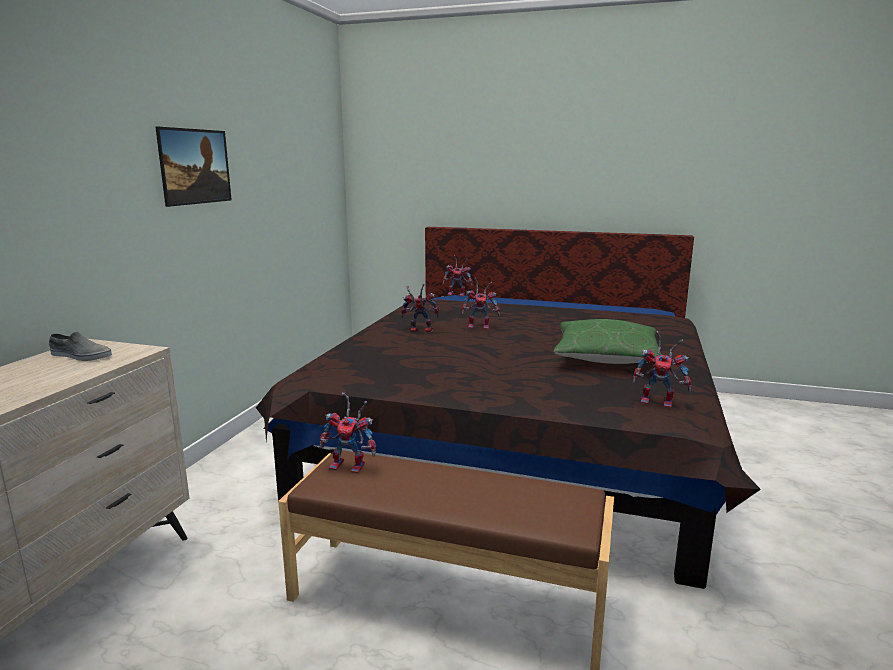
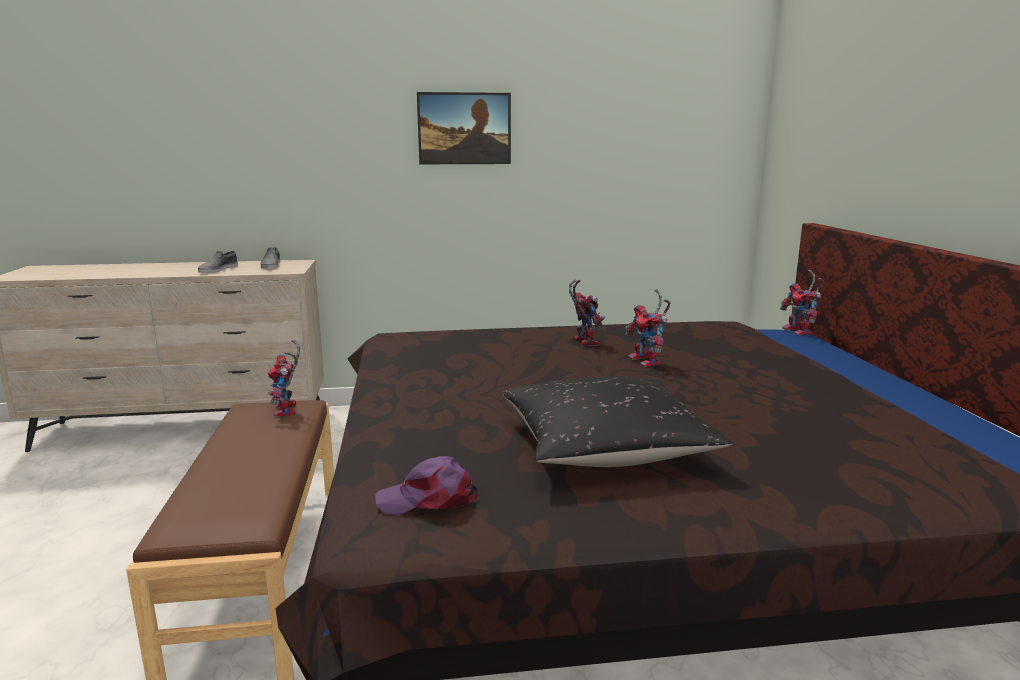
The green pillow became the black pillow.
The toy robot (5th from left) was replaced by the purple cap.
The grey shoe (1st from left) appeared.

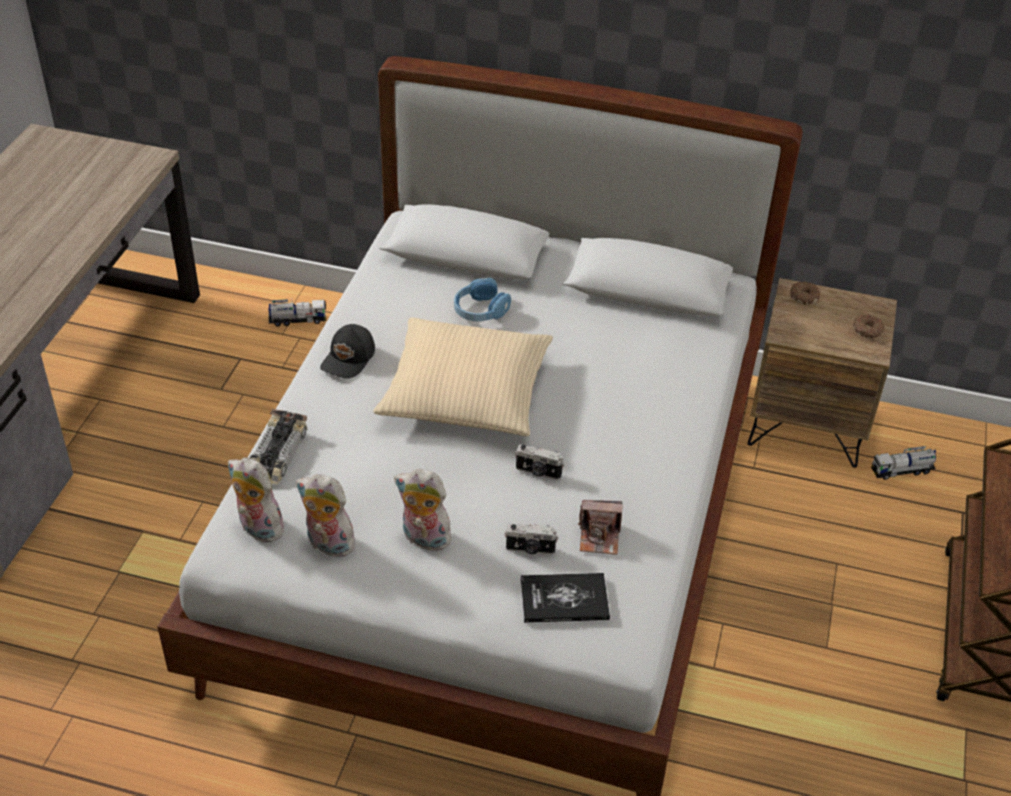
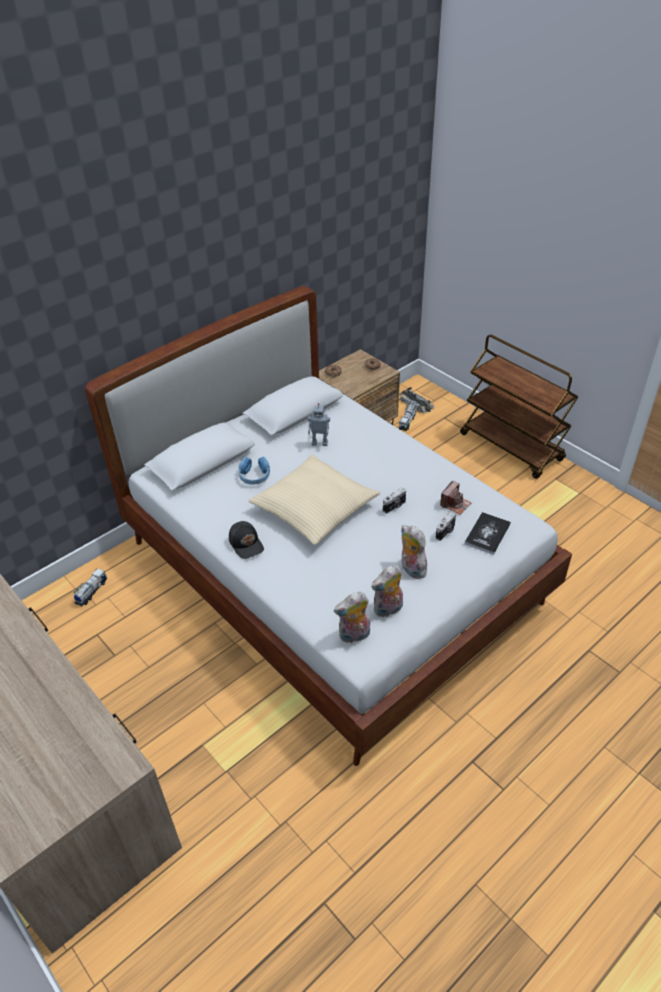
The toy car moved.
The plush toy (3rd from left) turned 90 degrees clockwise.
The toy robot appeared.

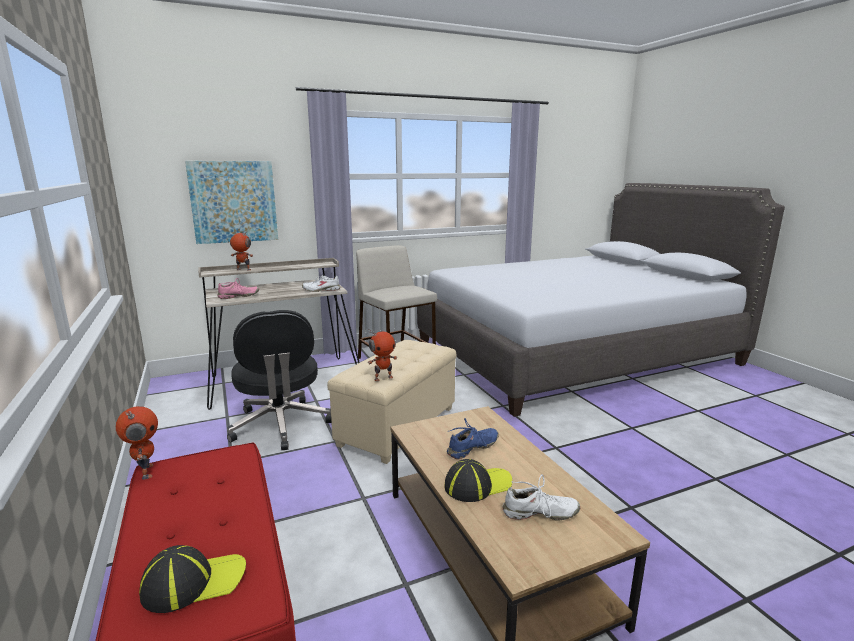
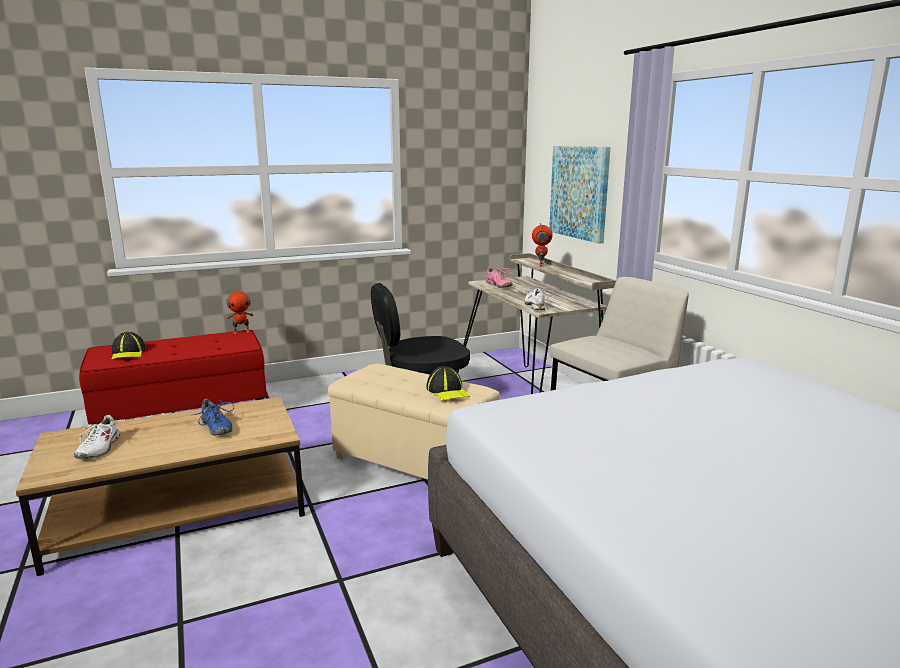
The toy robot (3rd from left) disappeared.
The cap (2nd from left) moved.

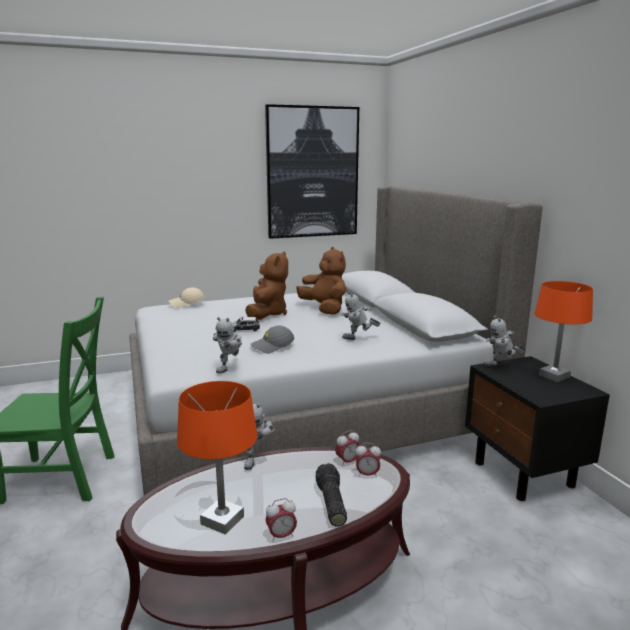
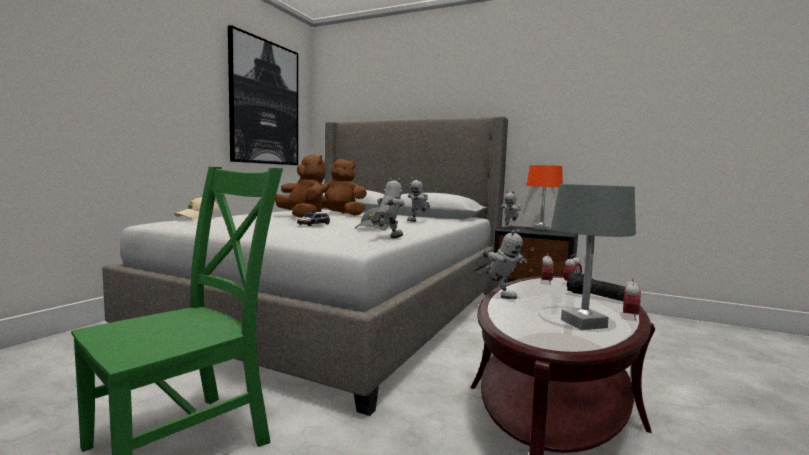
The toy robot (1st from left) turned 120 degrees counterclockwise.
The orange table lamp (1st from left) became the grey table lamp.

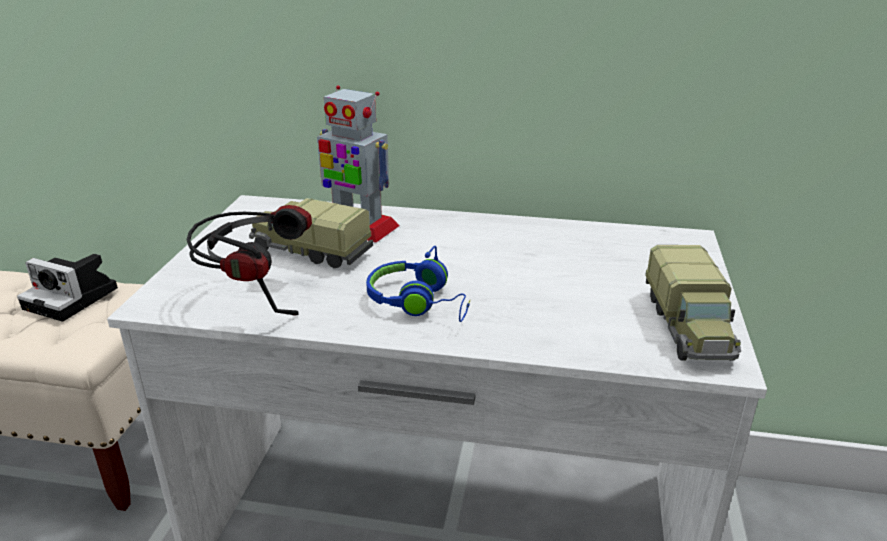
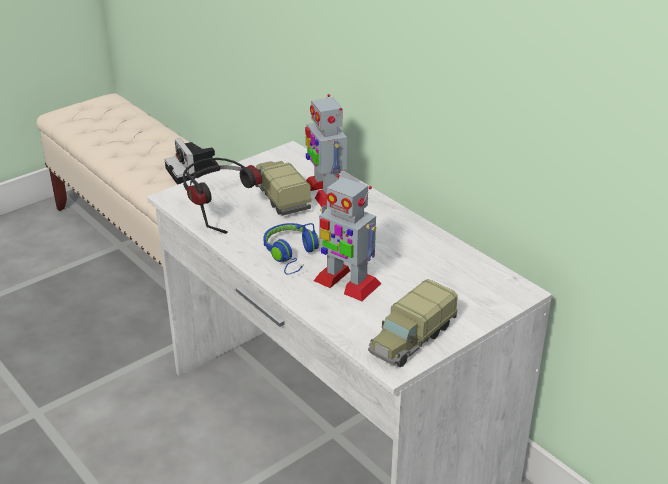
The toy robot (2nd from left) appeared.

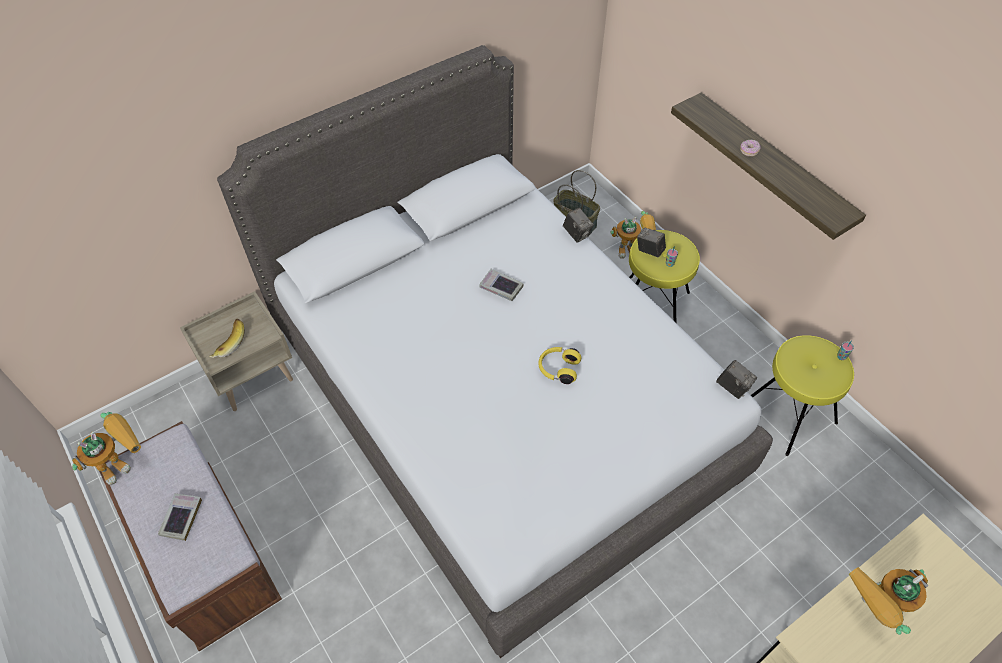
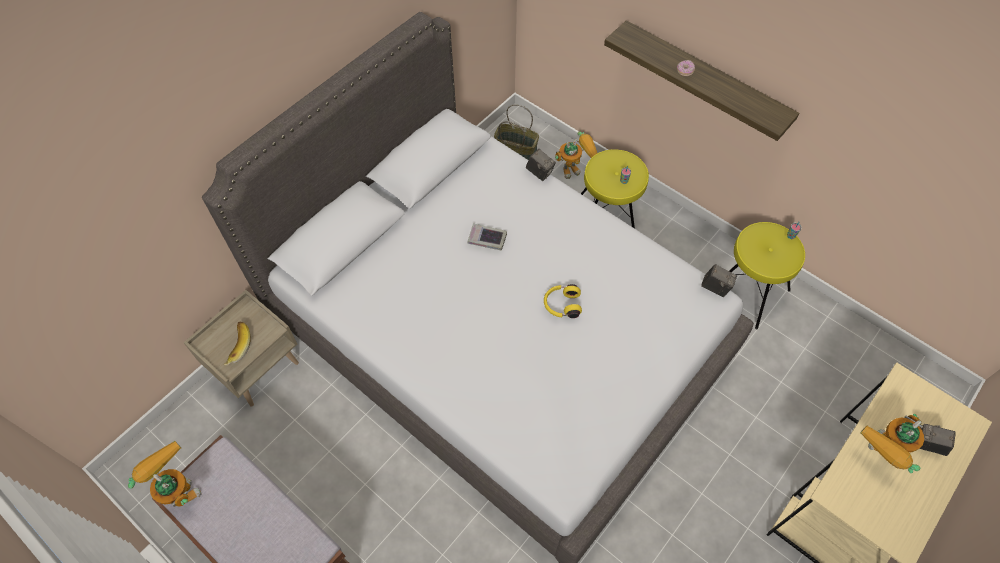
The photo camera (2nd from left in the first image) moved.
The toy robot (1st from left) turned 75 degrees counterclockwise.
The book (1st from left) disappeared.

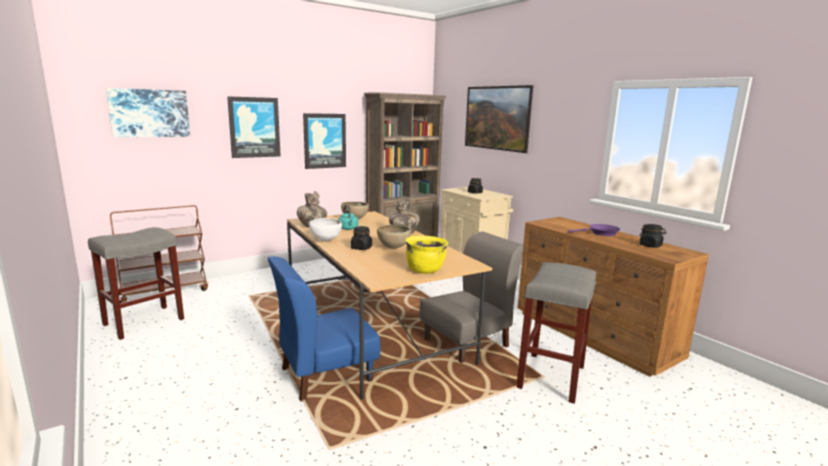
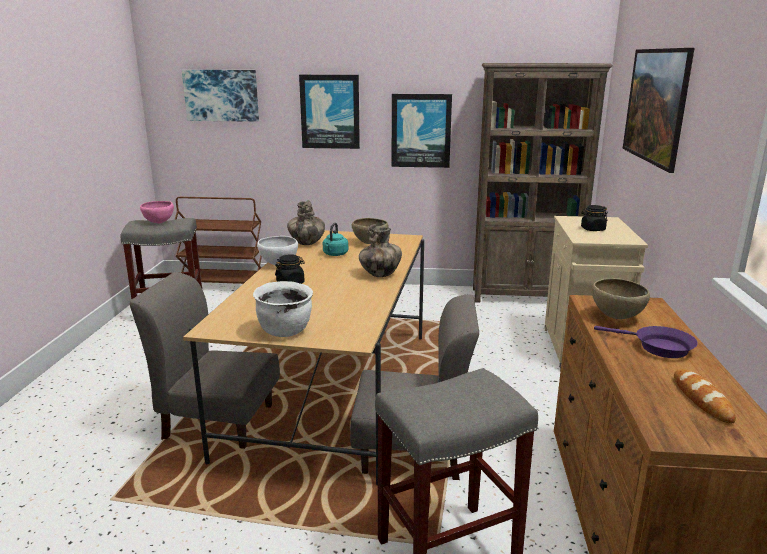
The black jar (3rd from left) was replaced by the bread.
The brown bowl (2nd from left) moved.
The yellow cooking pot became the white cooking pot.
The blue chair became the grey chair (1st from left).
The pink bowl appeared.

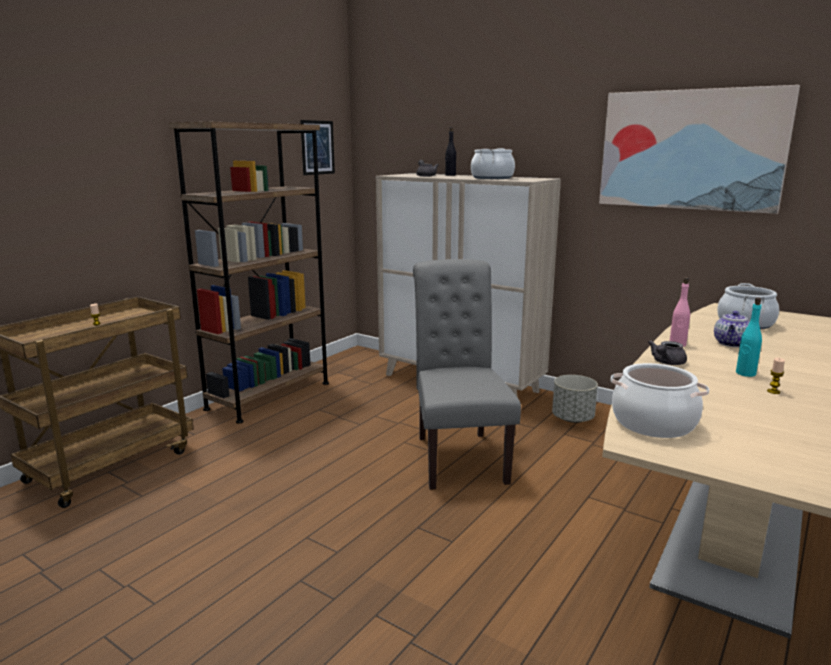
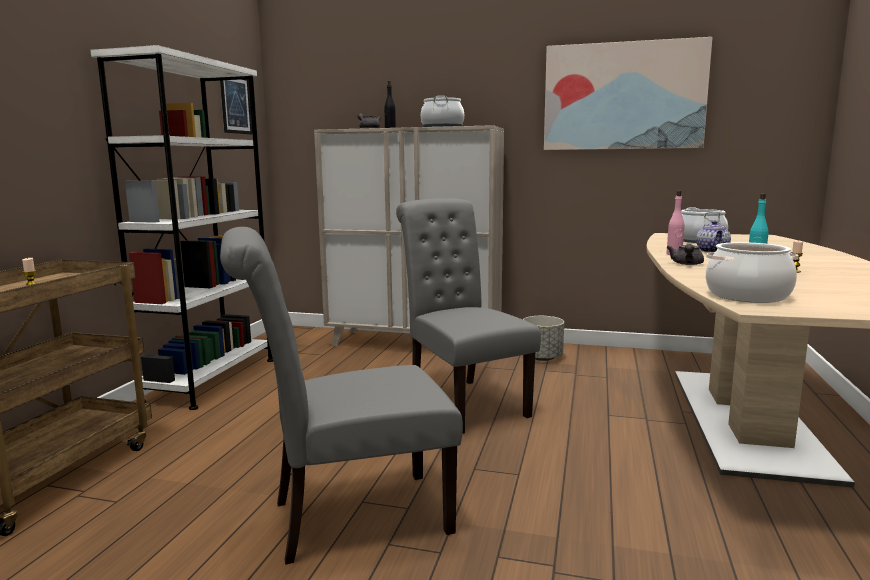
The brown bookcase became the white bookcase.
The grey chair (1st from left) appeared.

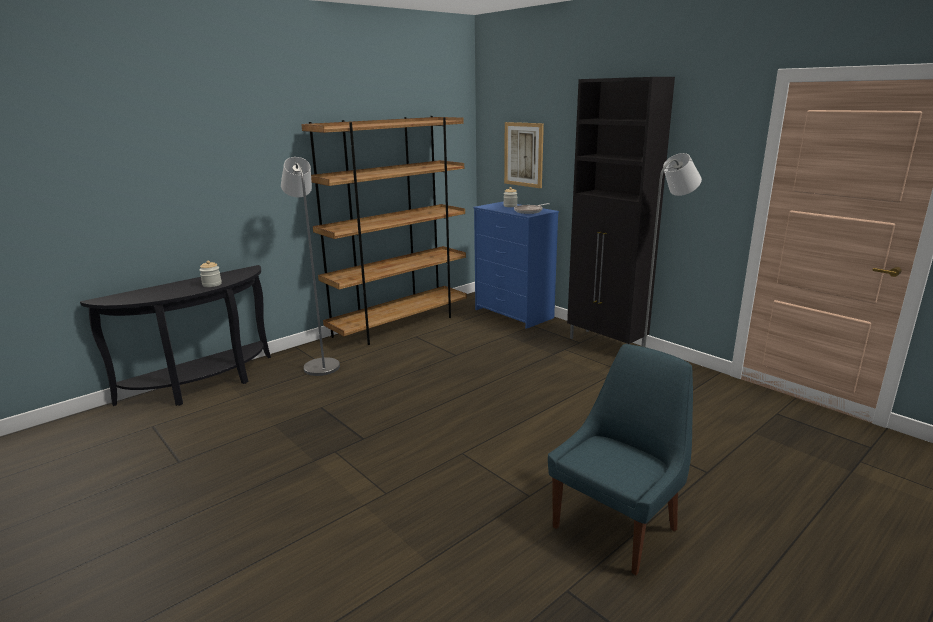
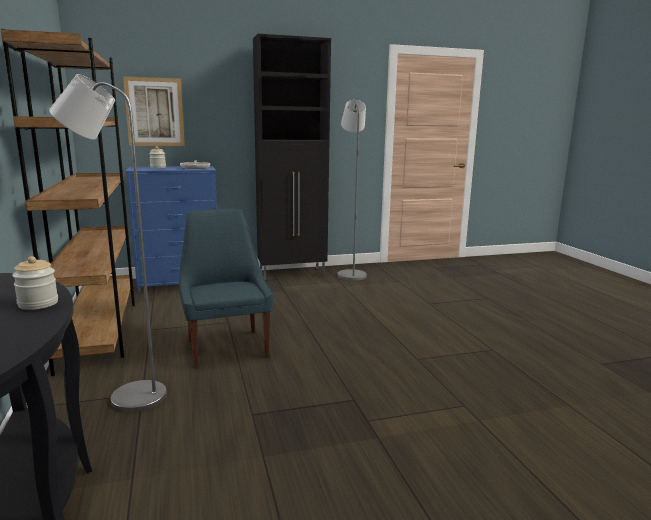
The blue chair moved.

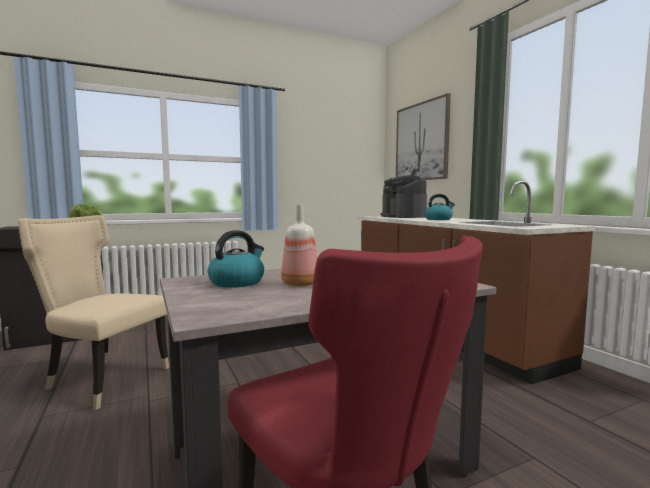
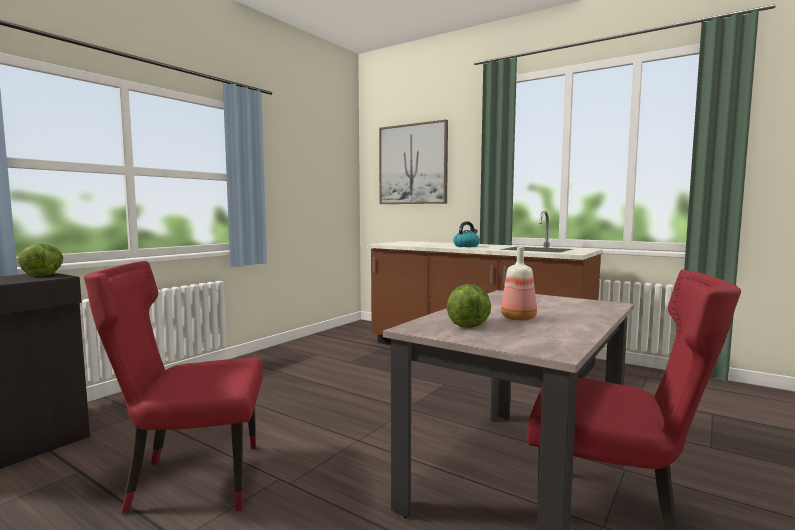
The coffee machine disappeared.
The beige chair became the red chair (1st from left).
The kettle (1st from left) was replaced by the lettuce (2nd from left).

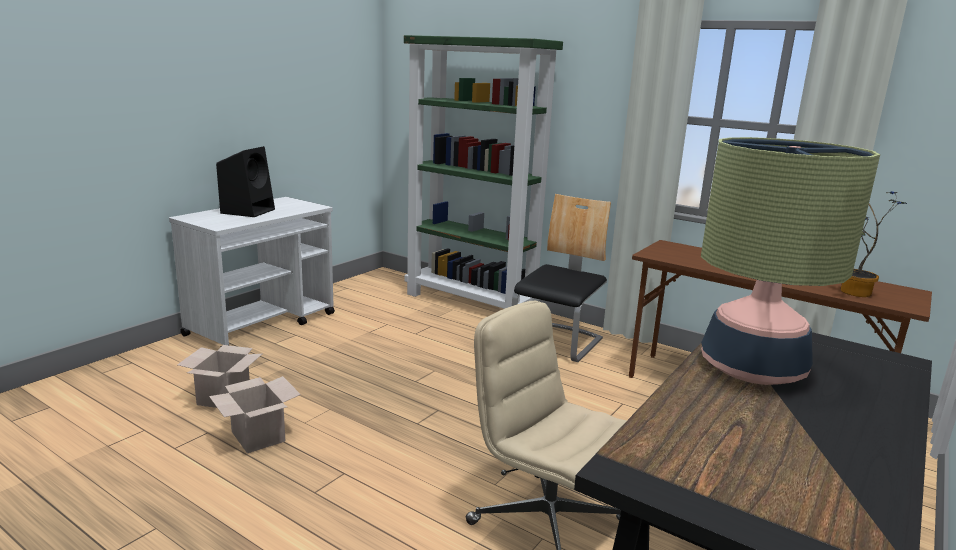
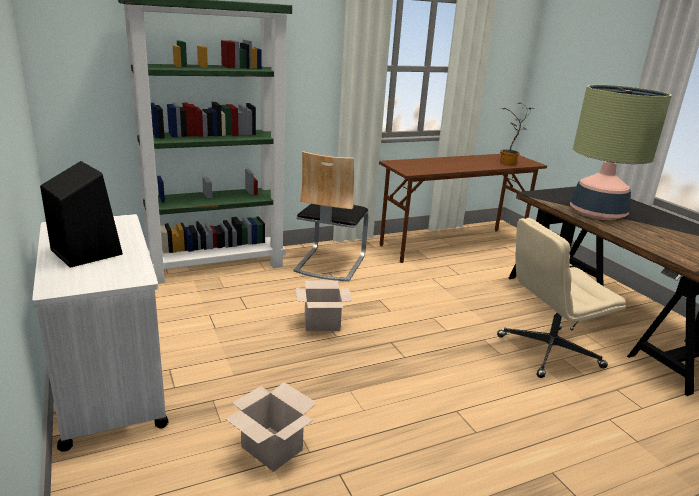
The chair turned 135 degrees counterclockwise.
The cardboard box (2nd from left) moved.

